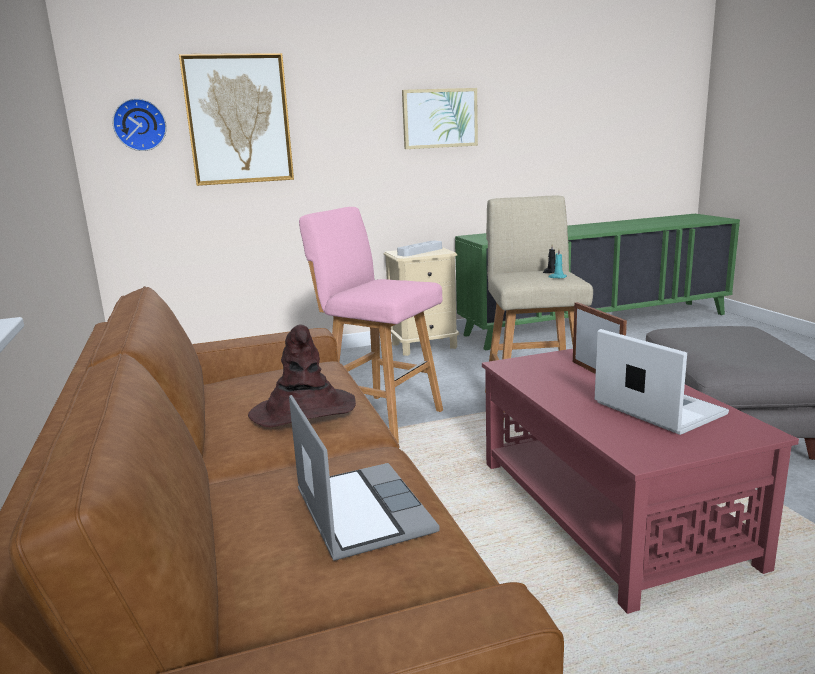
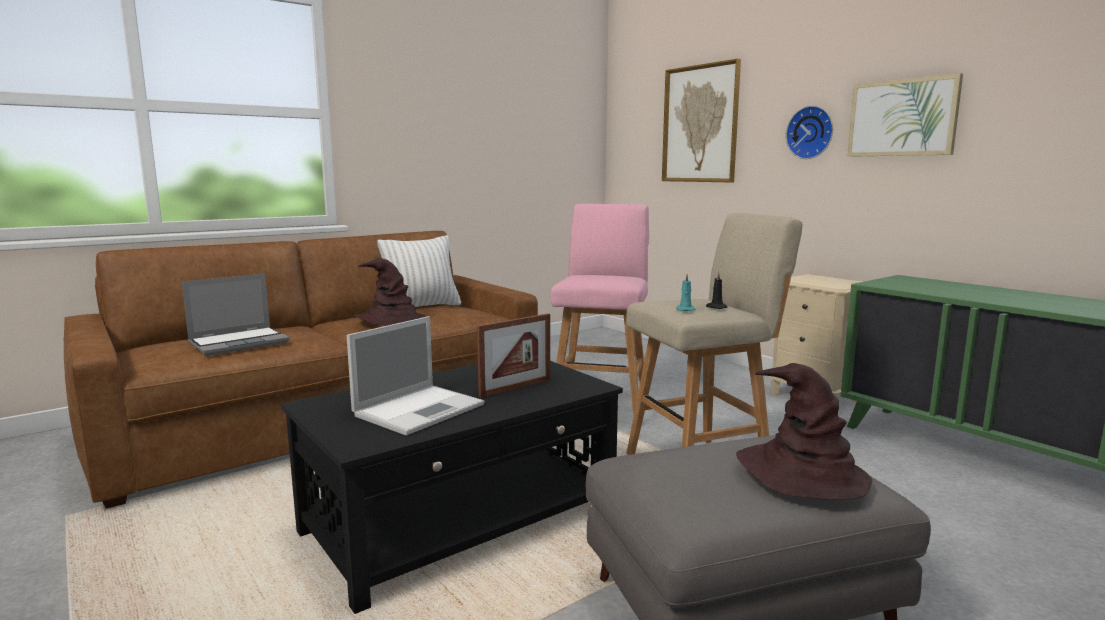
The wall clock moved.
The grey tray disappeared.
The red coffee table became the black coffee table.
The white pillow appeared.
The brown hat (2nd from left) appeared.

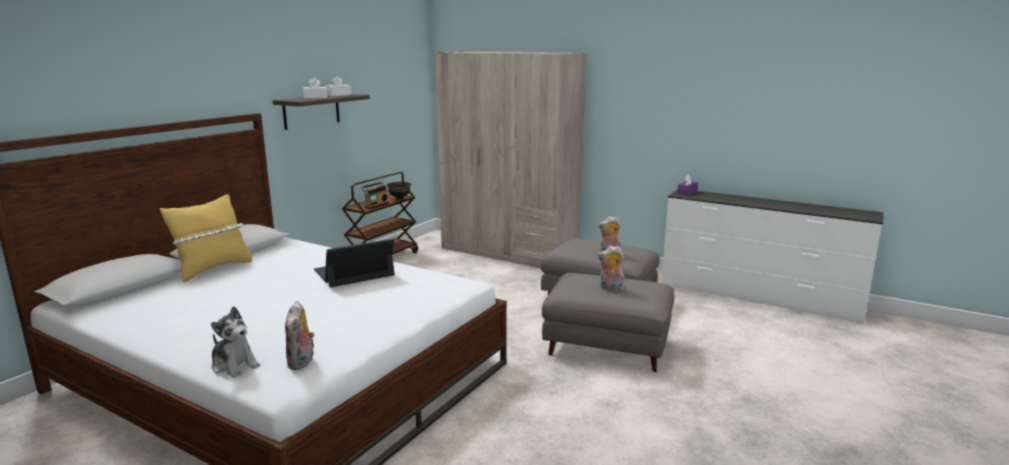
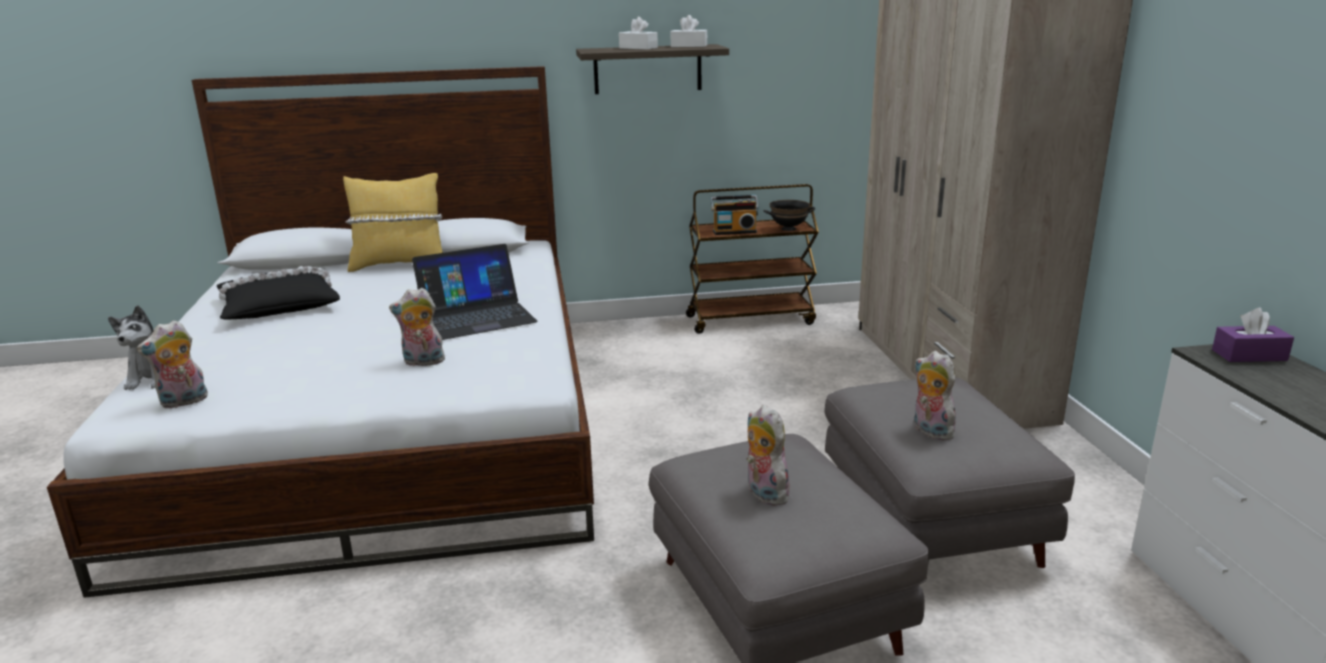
The laptop turned 135 degrees clockwise.
The black pillow appeared.
The plush toy (3rd from left) appeared.

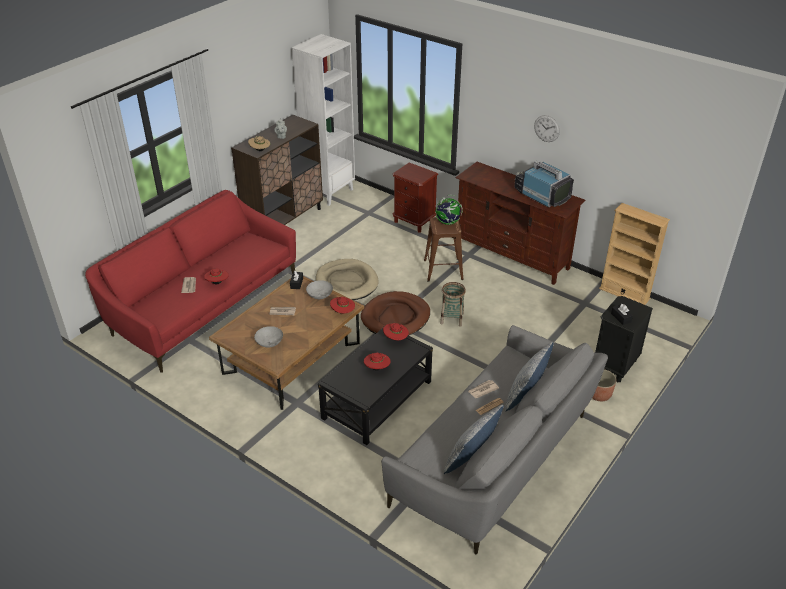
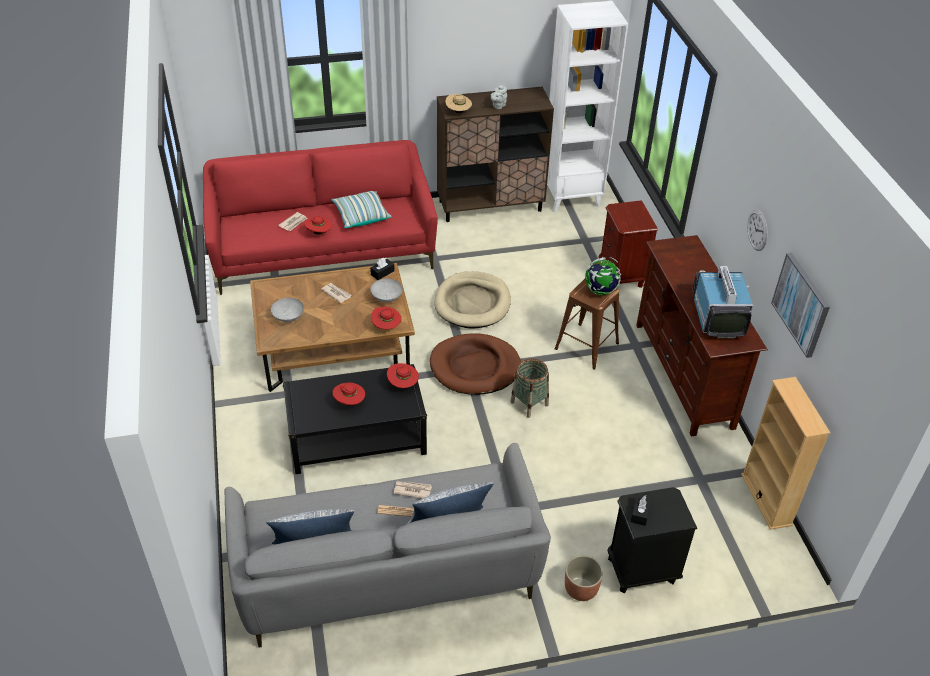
The pillow (2nd from left) appeared.
The picture appeared.

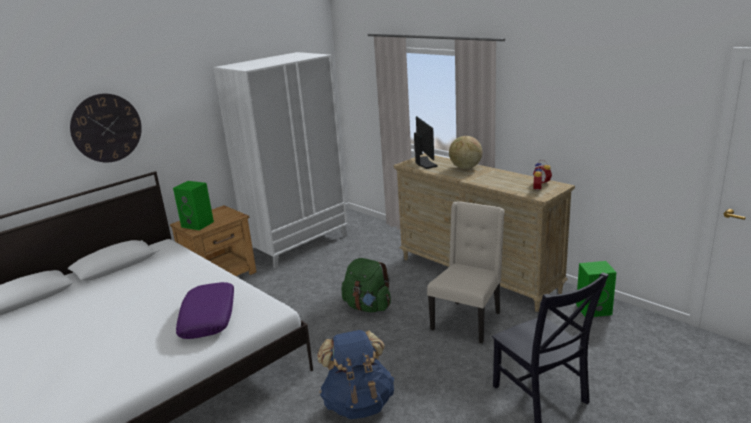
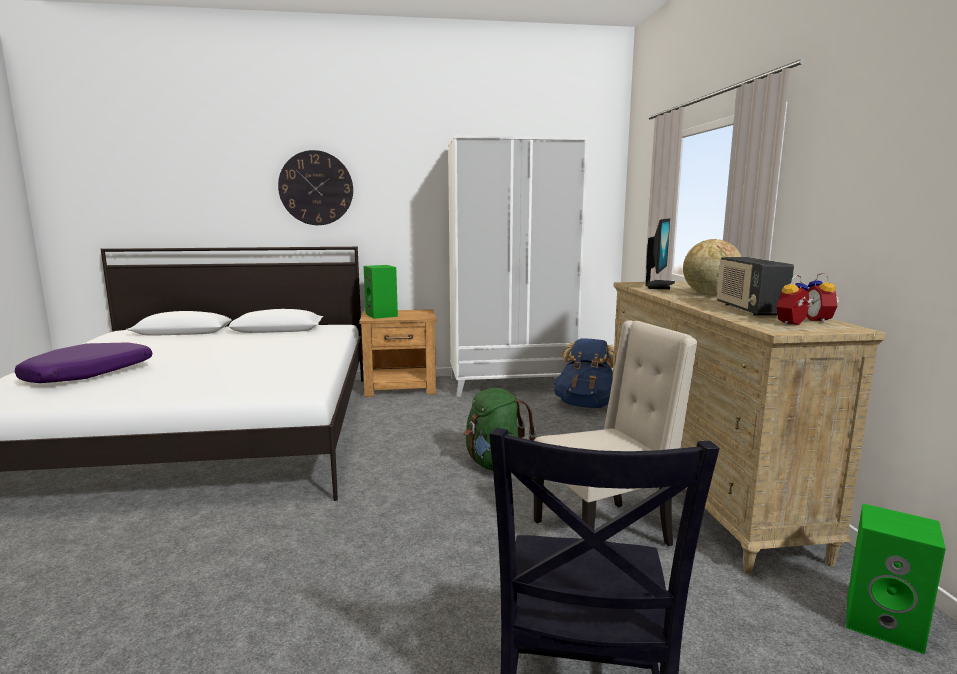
The purple pillow moved.
The blue backpack moved.
The radio appeared.

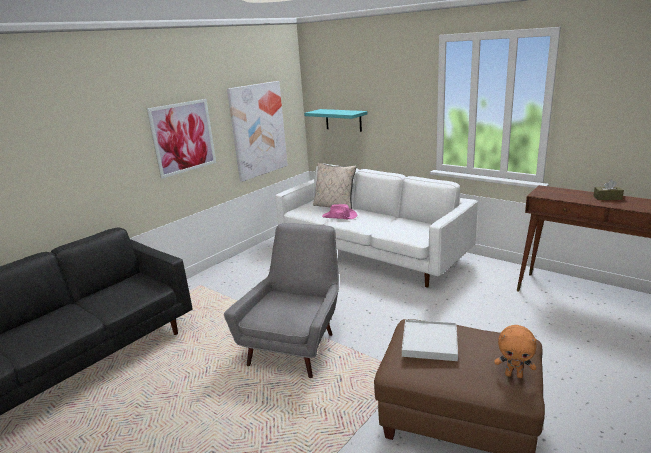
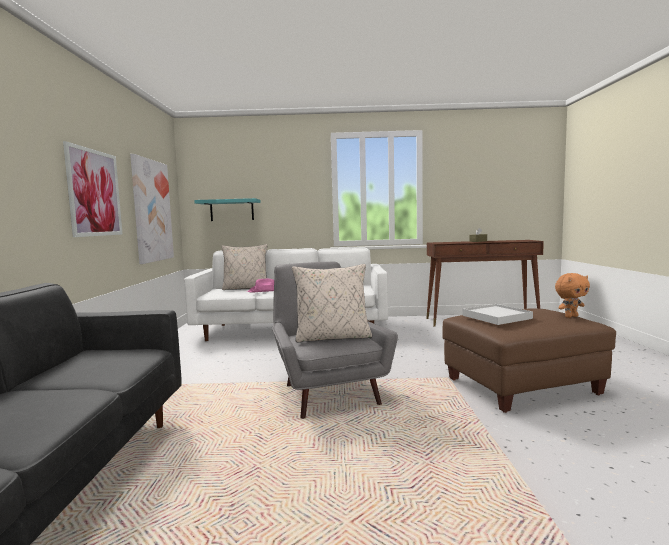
The beige pillow (2nd from left) appeared.

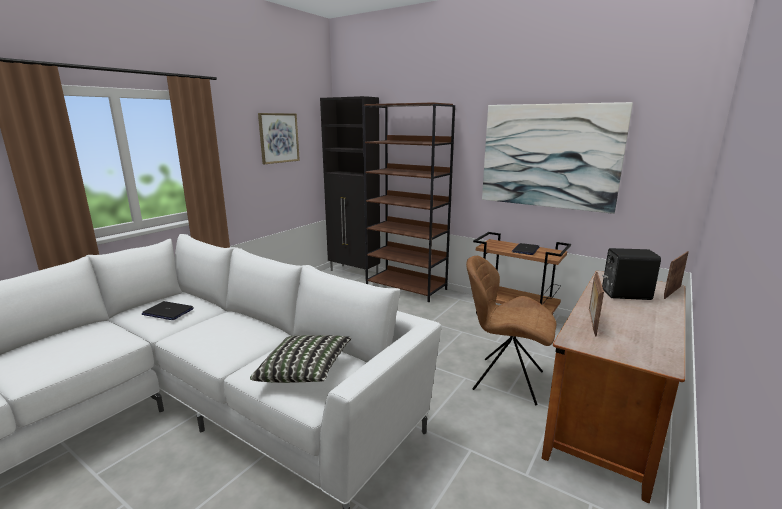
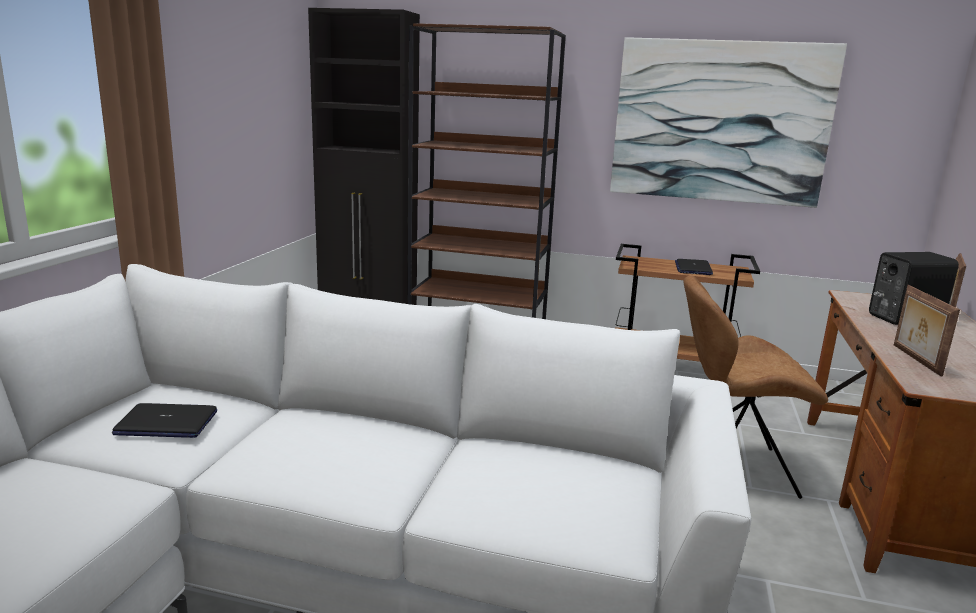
The picture (1st from left) disappeared.
The pillow disappeared.

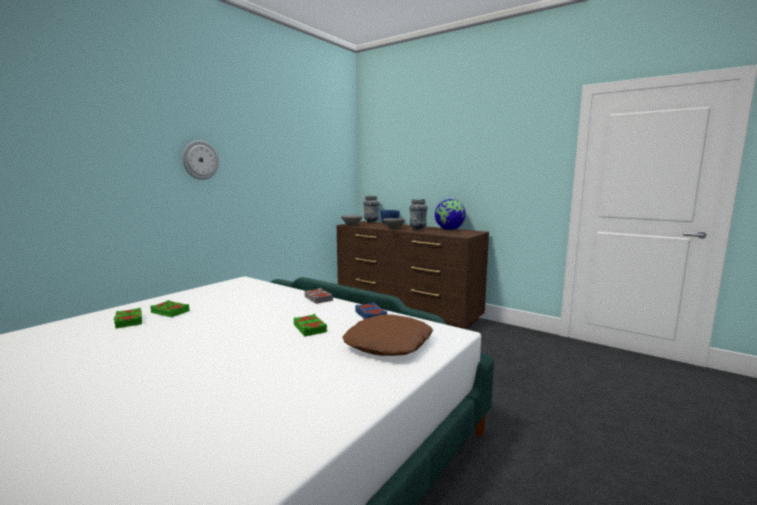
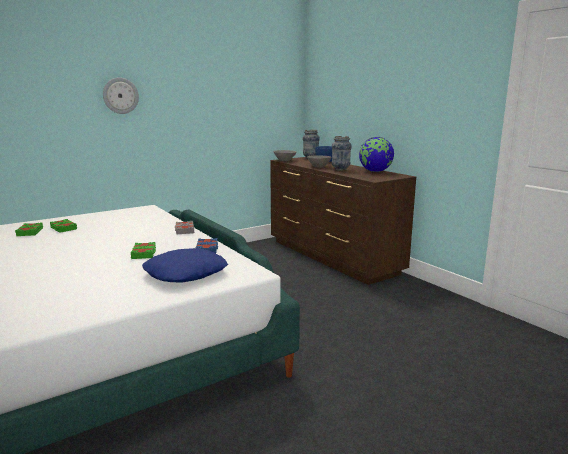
The brown pillow became the blue pillow.

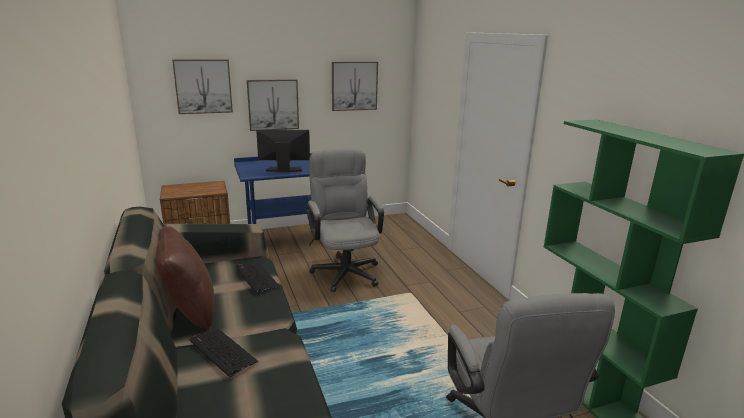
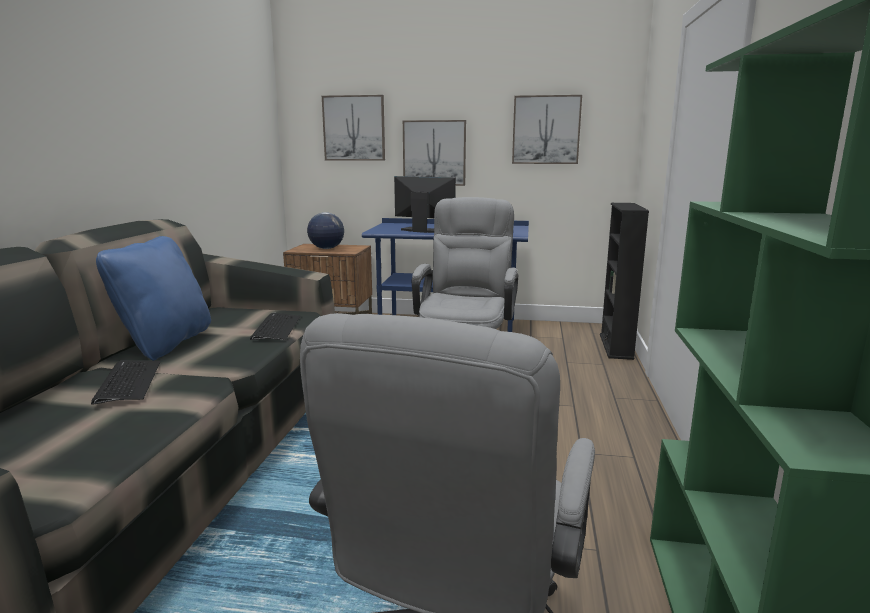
The brown pillow became the blue pillow.
The black bookcase appeared.
The globe appeared.

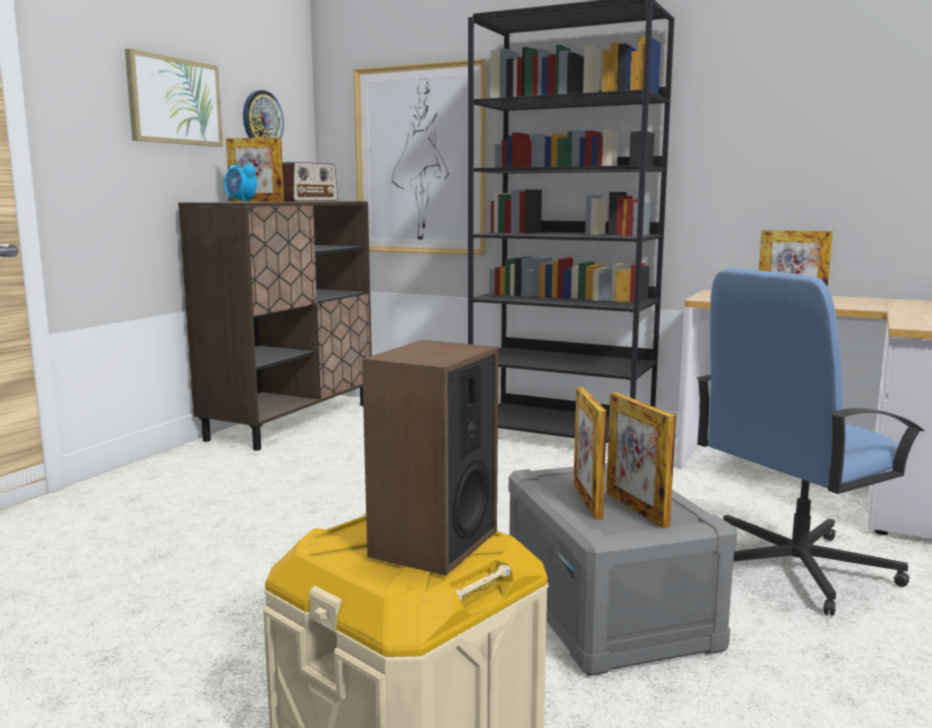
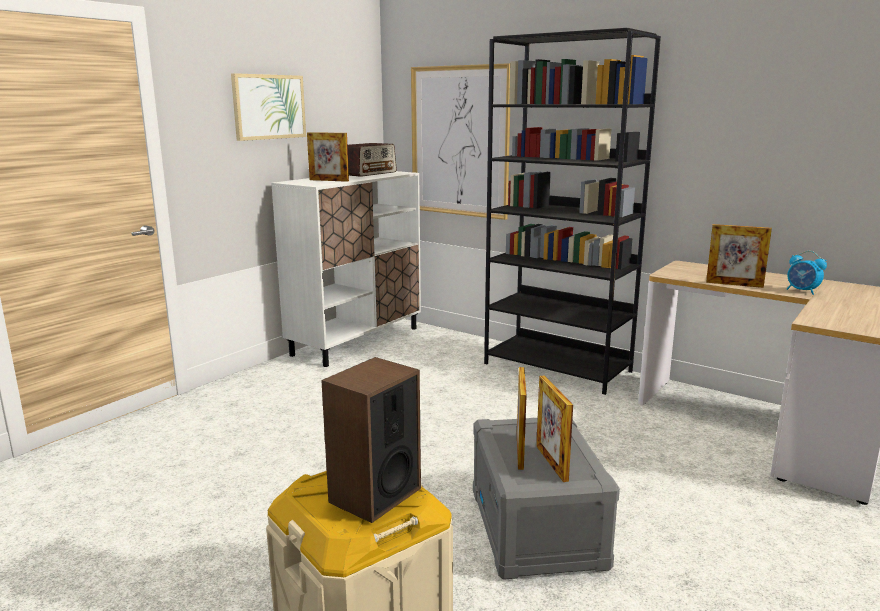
The wall clock disappeared.
The alarm clock moved.
The brown cabinet became the white cabinet.
The blue office chair disappeared.

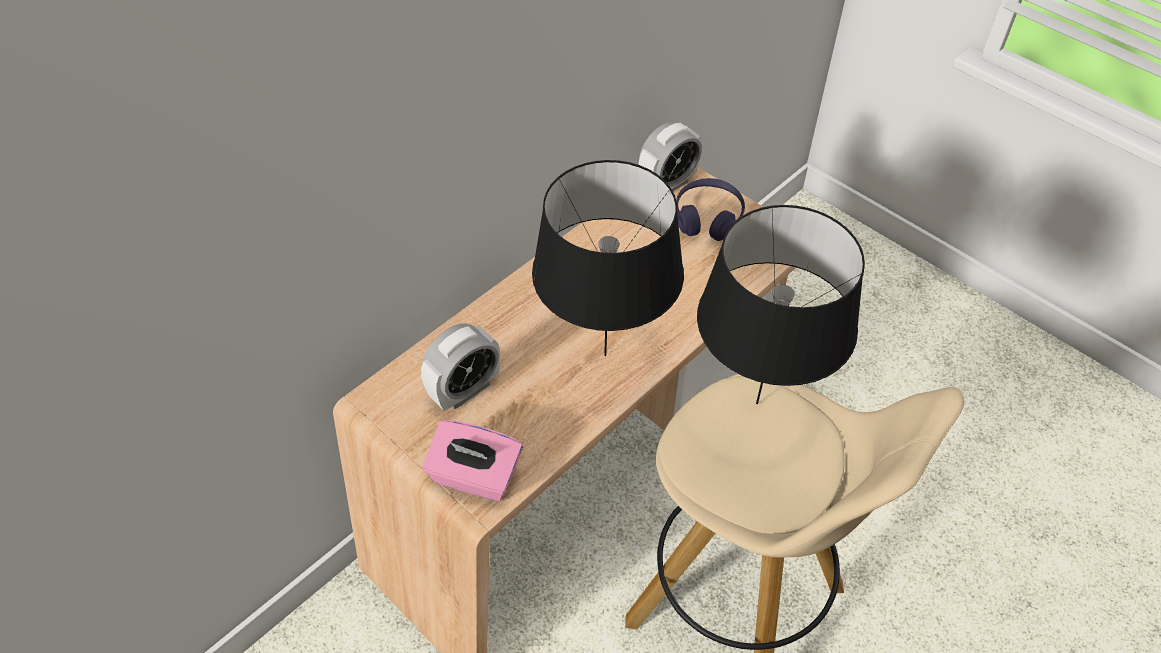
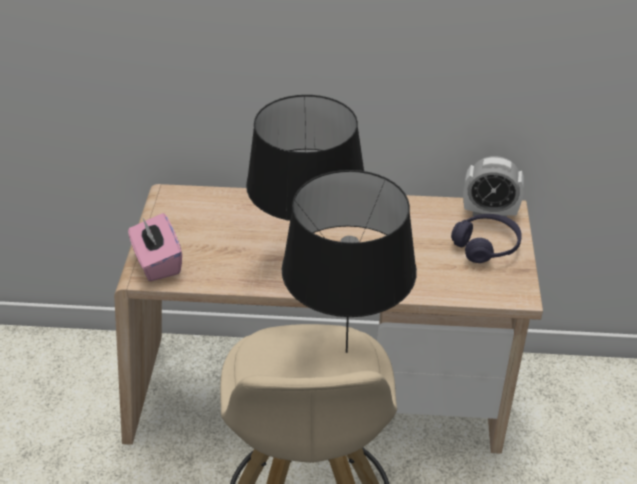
The alarm clock (1st from left) disappeared.

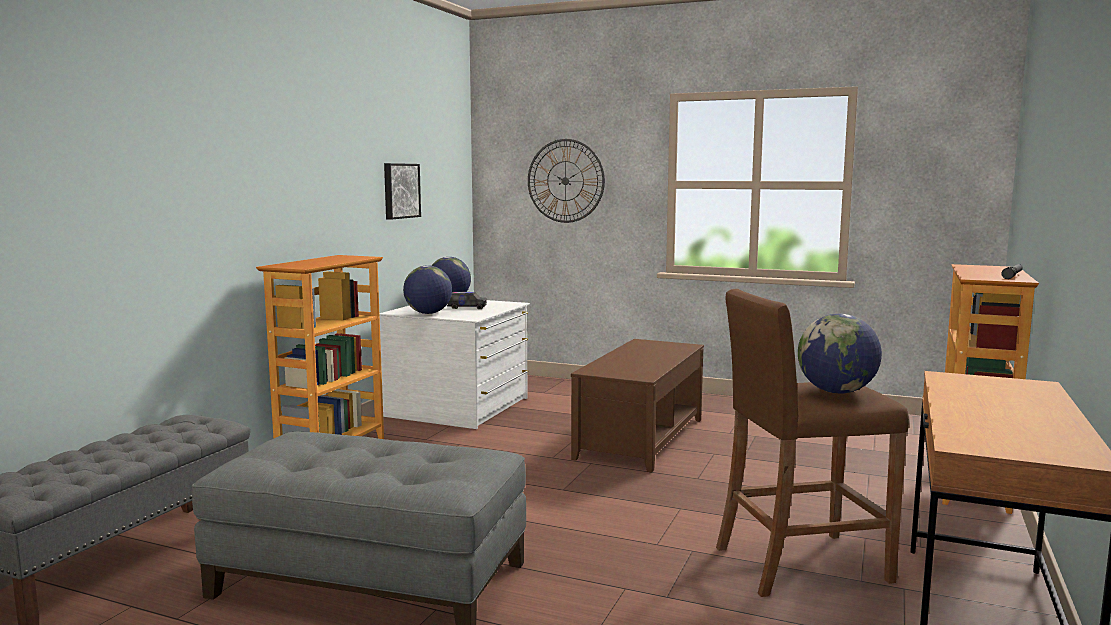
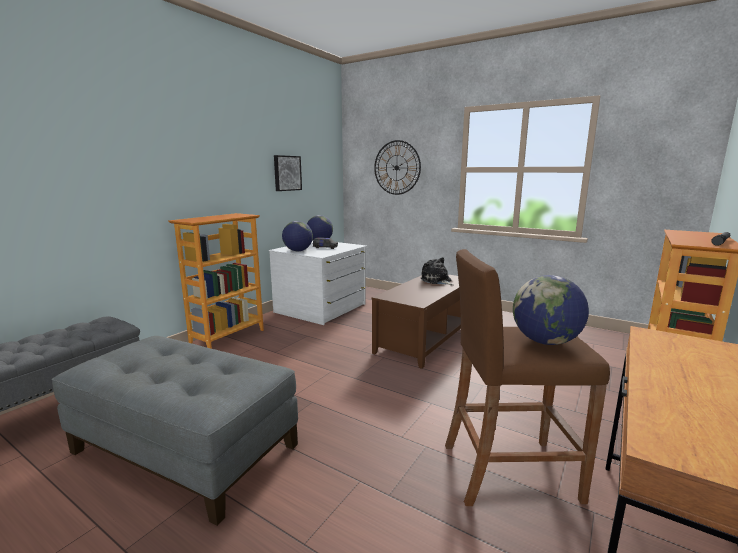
The plush toy appeared.

